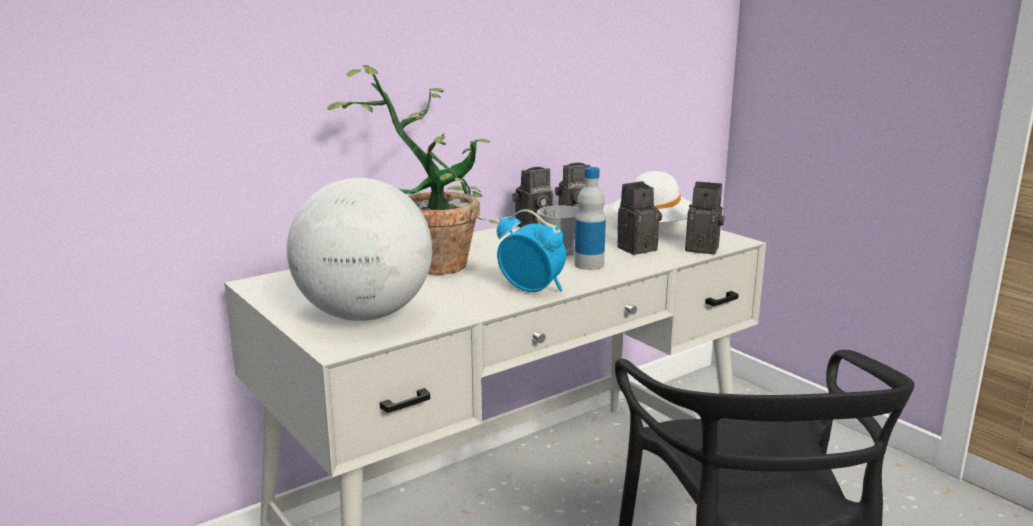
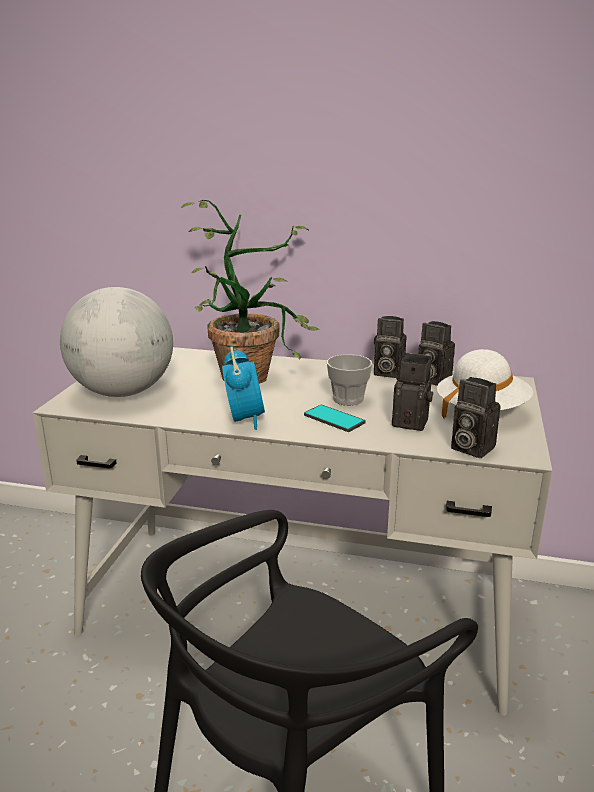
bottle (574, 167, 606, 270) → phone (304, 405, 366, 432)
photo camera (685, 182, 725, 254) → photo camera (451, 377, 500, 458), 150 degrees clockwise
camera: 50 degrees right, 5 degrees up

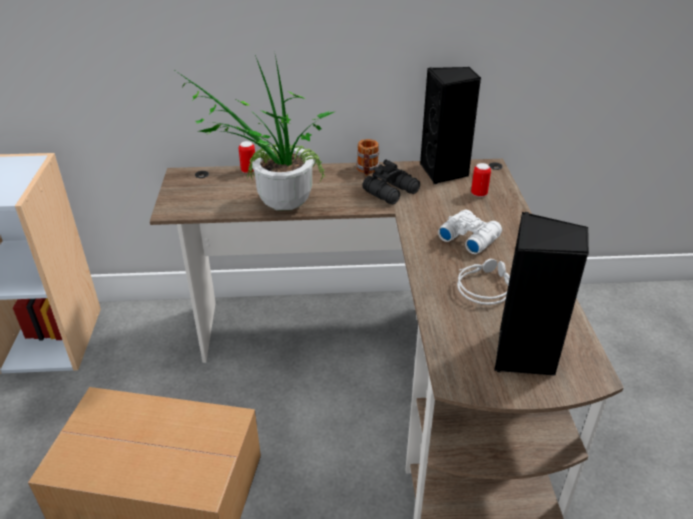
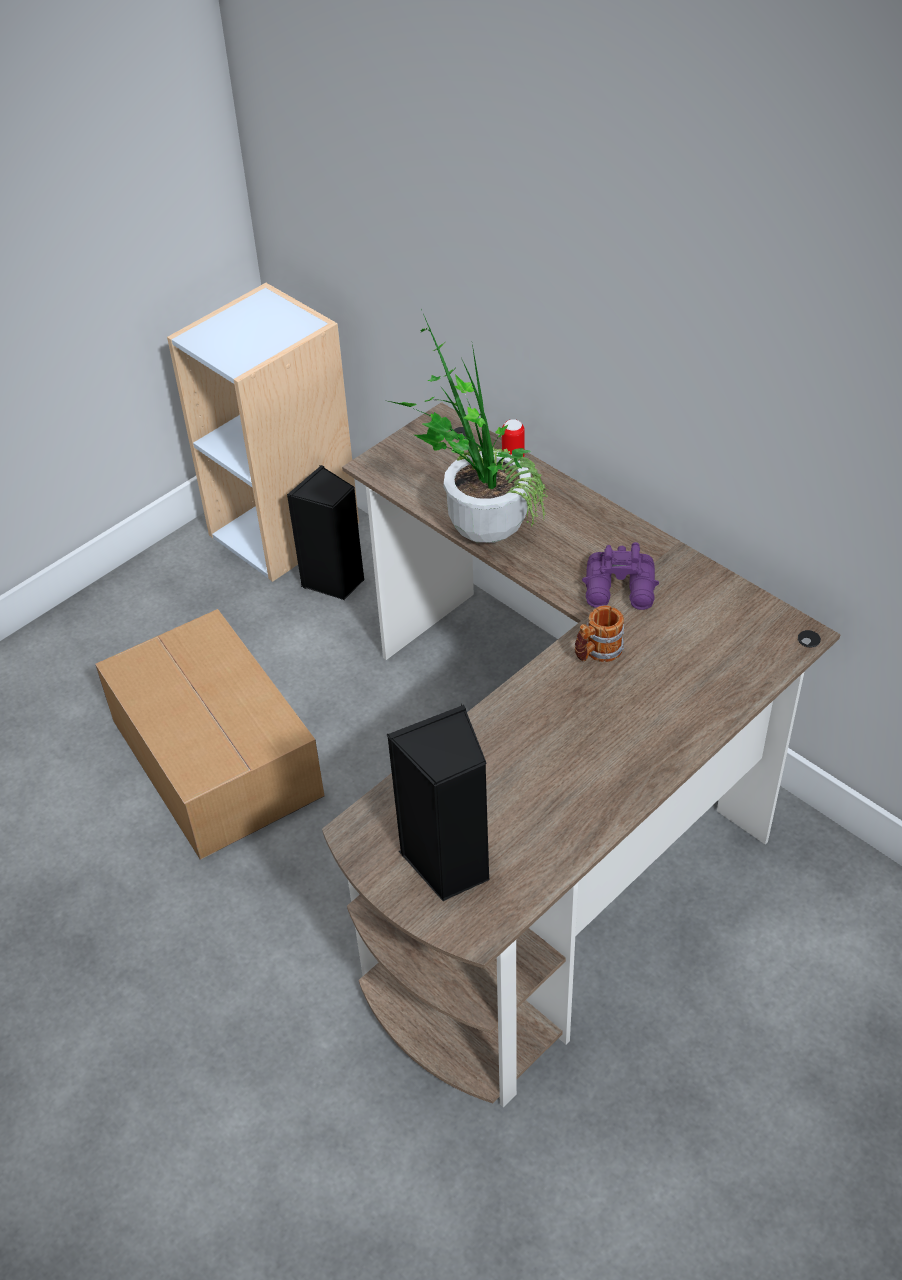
mug (356, 139, 379, 176) → mug (575, 605, 624, 662), relocated
binoculars/black (362, 159, 420, 204) → binoculars/purple (582, 542, 659, 610)
speaker/black (420, 67, 481, 184) → speaker/black (287, 465, 365, 600), relocated
binoculars/white (438, 210, 502, 254) → -
headphones/grey (457, 259, 510, 305) → -
can (471, 163, 491, 197) → -
camera: 50 degrees right, 10 degrees up

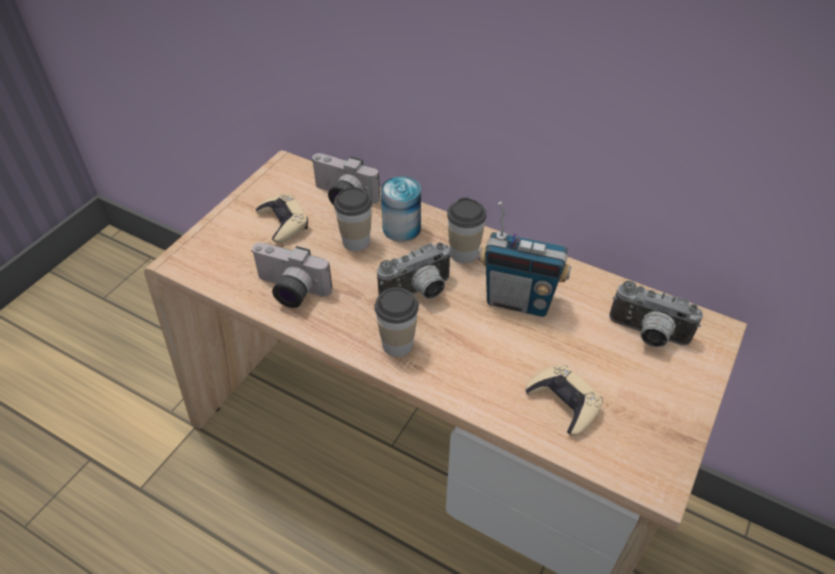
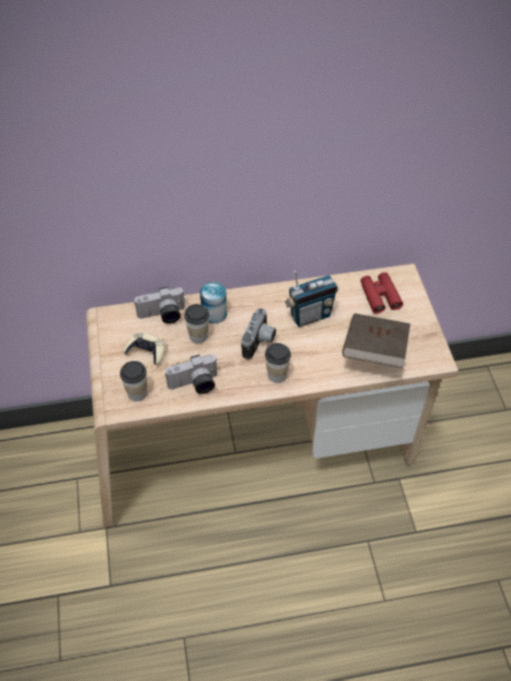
cup (447, 198, 486, 263) → cup (120, 361, 147, 401), relocated
game controller/beige (525, 365, 603, 436) → book/brown (342, 313, 410, 368)
photo camera (609, 281, 703, 348) → binoculars/red (360, 272, 403, 314)
camera: 40 degrees left, 5 degrees up

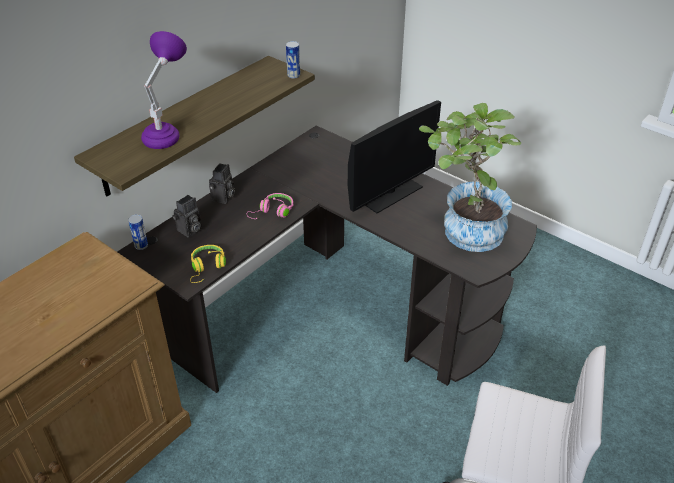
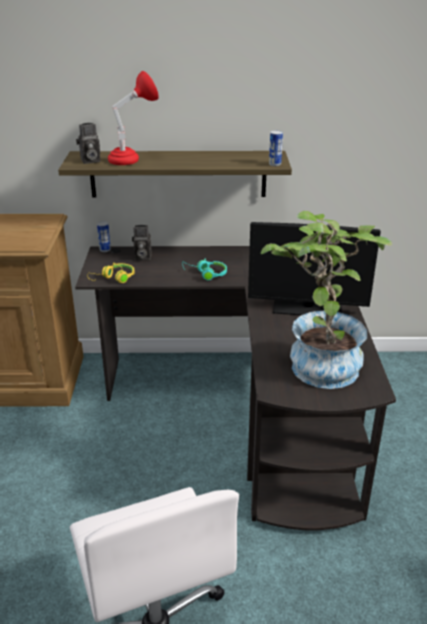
table lamp/purple (141, 31, 187, 149) → table lamp/red (108, 71, 159, 165)
photo camera (209, 163, 235, 204) → photo camera (76, 123, 100, 164), relocated
headphones/pink (247, 193, 293, 219) → headphones/turquoise (182, 258, 227, 281)
camera: 50 degrees right, 10 degrees down

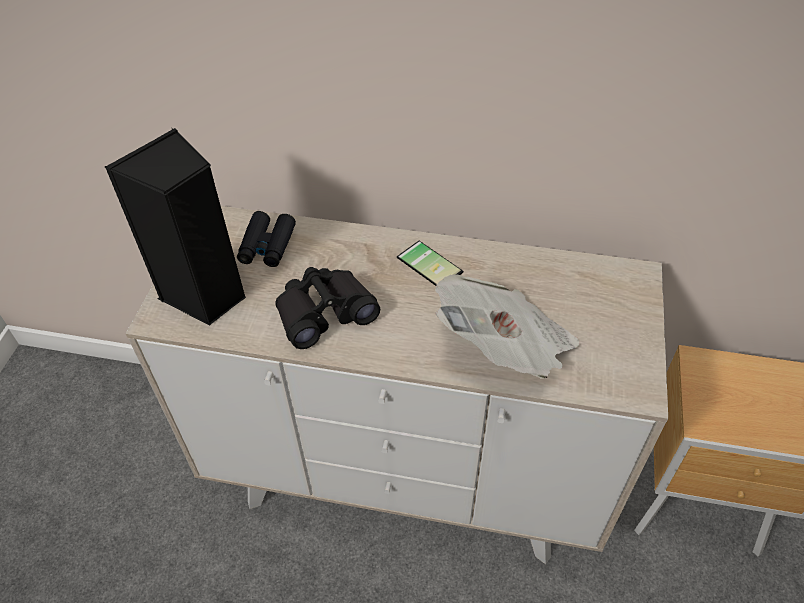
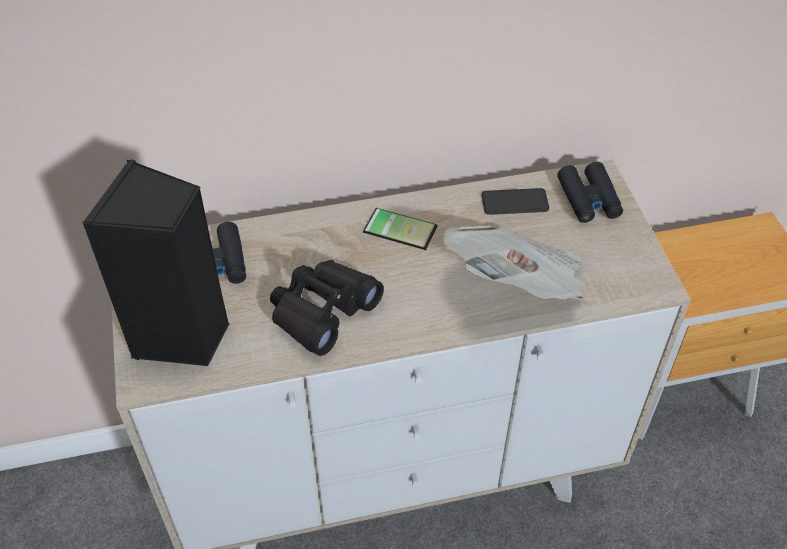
- → phone (481, 188, 549, 215)
- → binoculars/black (557, 162, 623, 223)
camera: 25 degrees left, 0 degrees up

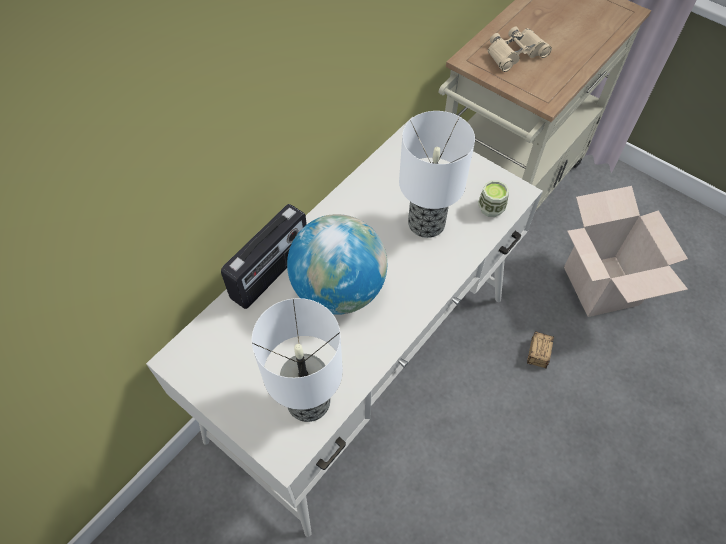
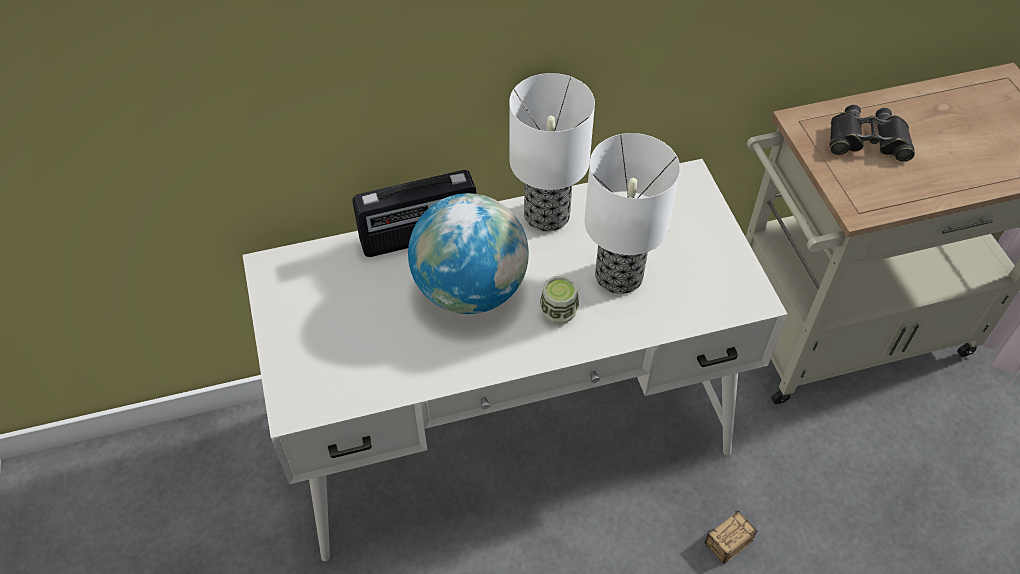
table lamp (252, 298, 343, 422) → table lamp (509, 73, 595, 232), relocated
cup (478, 180, 509, 217) → cup (539, 276, 579, 324), relocated
binoculars/beige (488, 27, 552, 72) → binoculars/black (830, 105, 915, 162)
cardboard box (564, 186, 688, 317) → -
camera: 35 degrees right, 5 degrees down

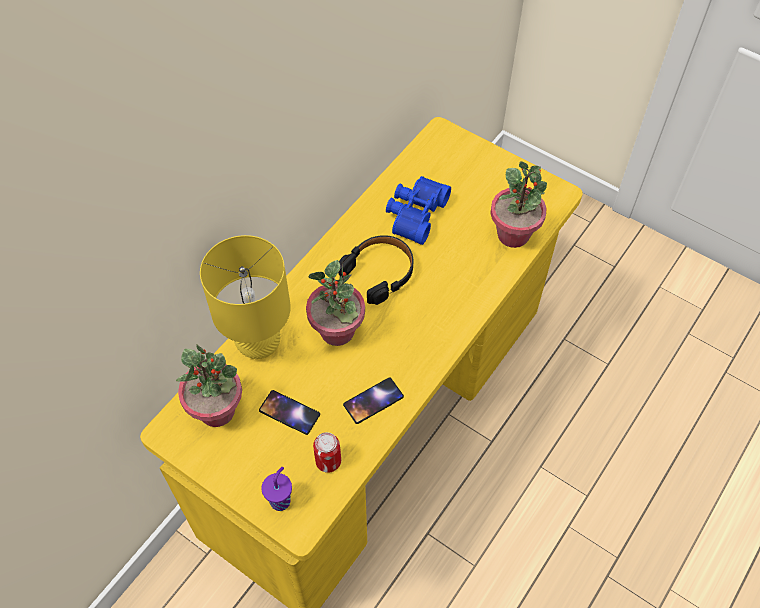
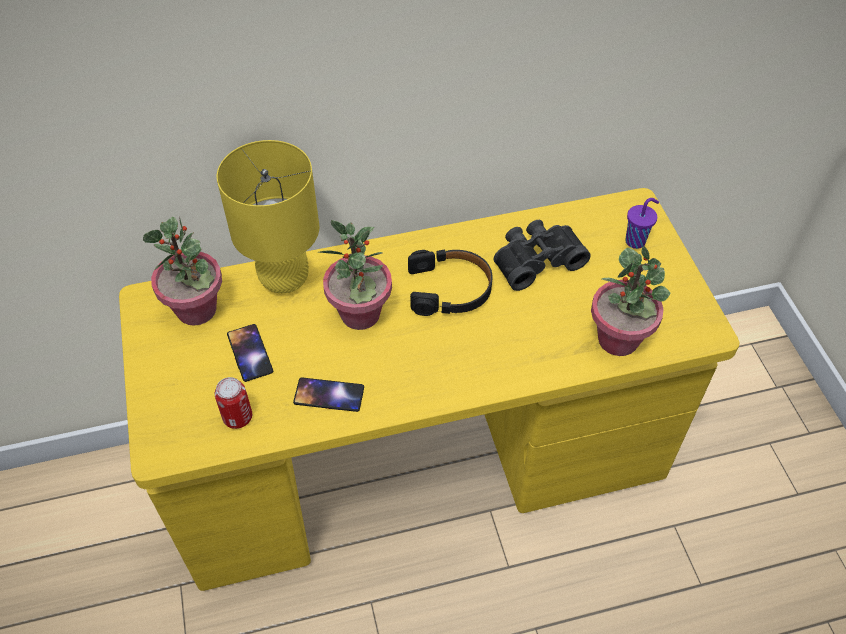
cup/purple (262, 467, 292, 511) → cup/purple (625, 198, 659, 249), relocated
binoculars/blue (386, 176, 451, 245) → binoculars/black (494, 220, 591, 291)
camera: 40 degrees right, 5 degrees down

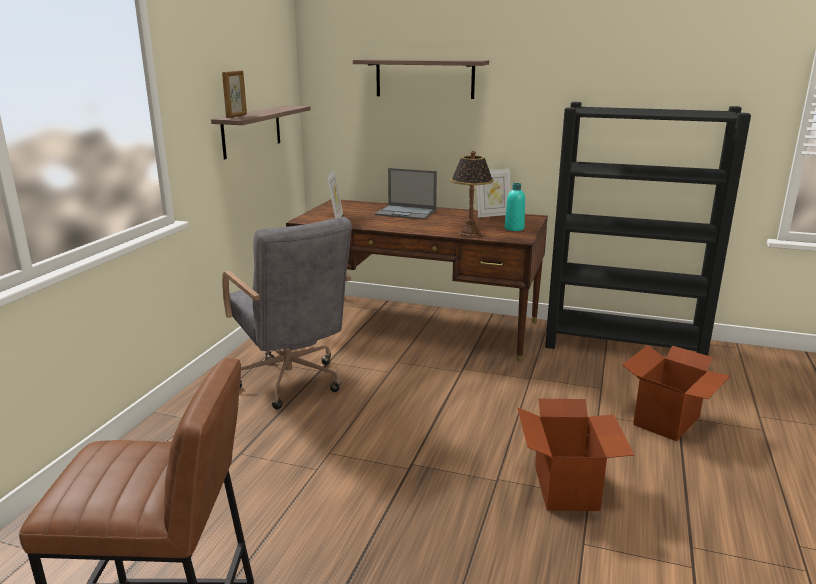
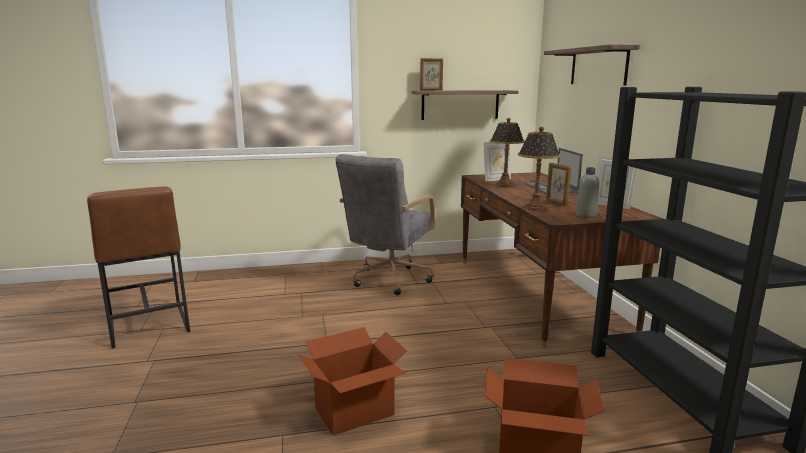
bottle/turquoise (505, 183, 525, 231) → bottle/grey (576, 167, 599, 218)
- → table lamp (490, 118, 525, 187)
- → picture frame (546, 163, 572, 206)
camera: 60 degrees right, 5 degrees down

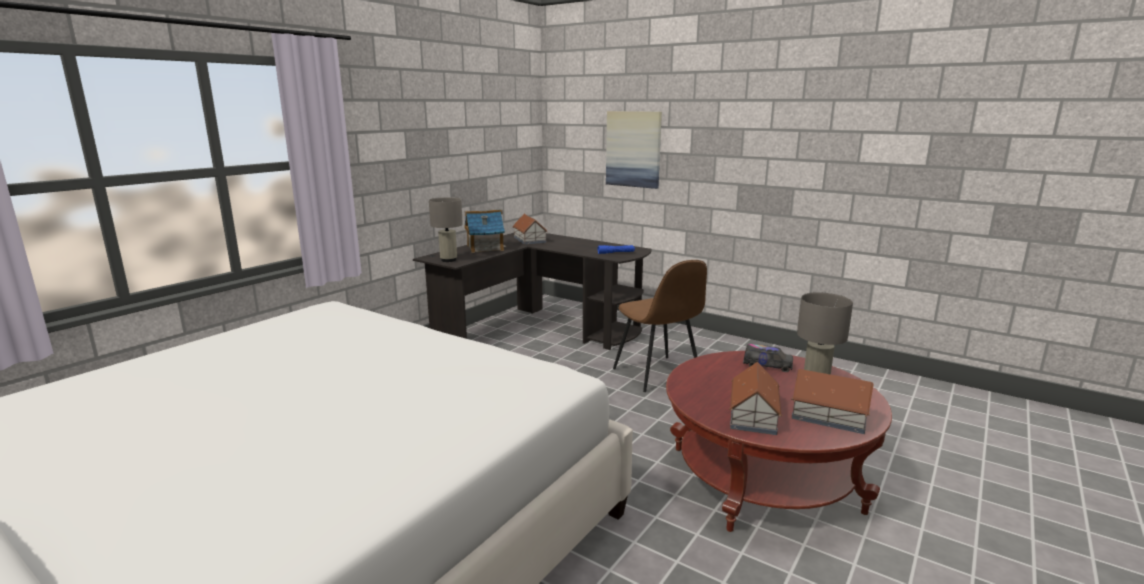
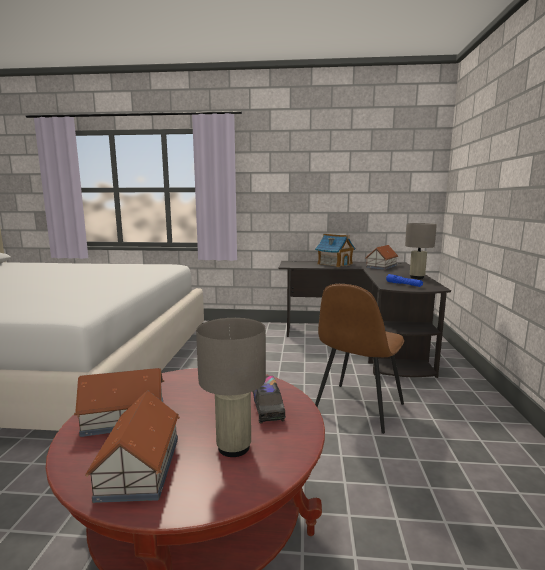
table lamp/grey (429, 197, 463, 262) → table lamp/grey (405, 223, 437, 279), relocated
picture (606, 111, 662, 189) → -
camera: 60 degrees right, 5 degrees down

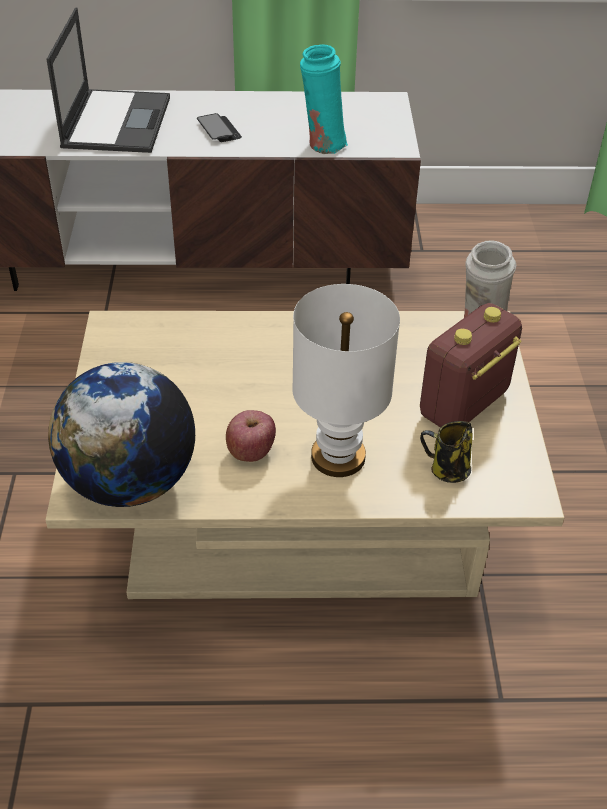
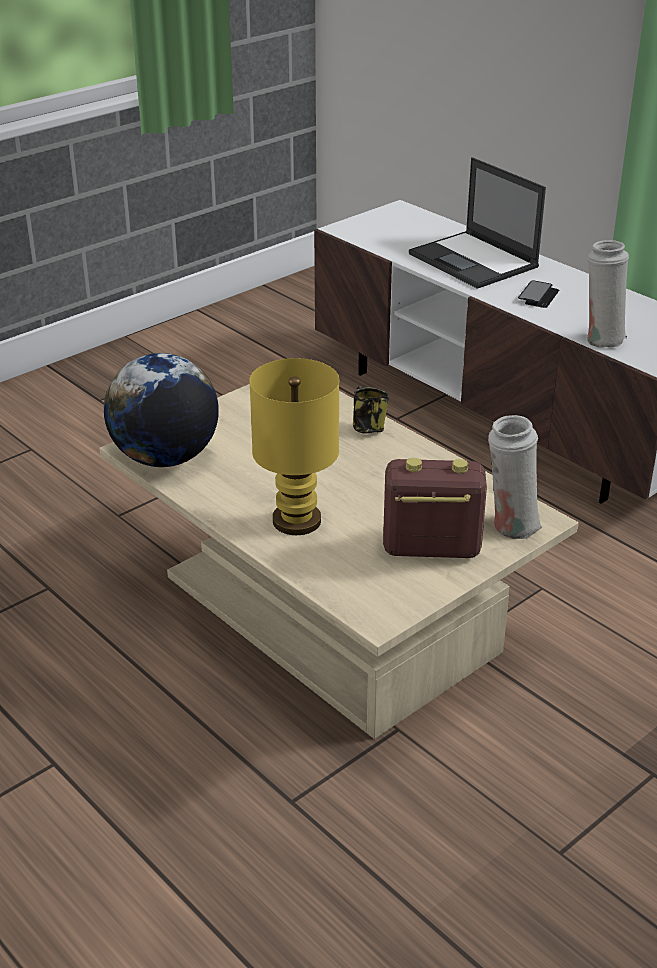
laptop (46, 7, 170, 153) → laptop (409, 157, 546, 289), 90 degrees clockwise
apple (226, 410, 276, 462) → -
table lamp/white (292, 284, 400, 477) → table lamp/yellow (249, 358, 340, 535)
vase/turquoise (300, 45, 348, 154) → vase/white (587, 240, 629, 348)
mug (420, 421, 472, 483) → mug (353, 386, 389, 434), relocated
camera: 50 degrees right, 10 degrees down

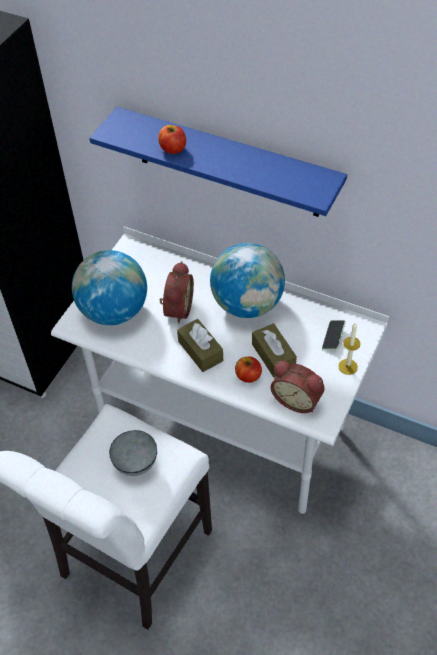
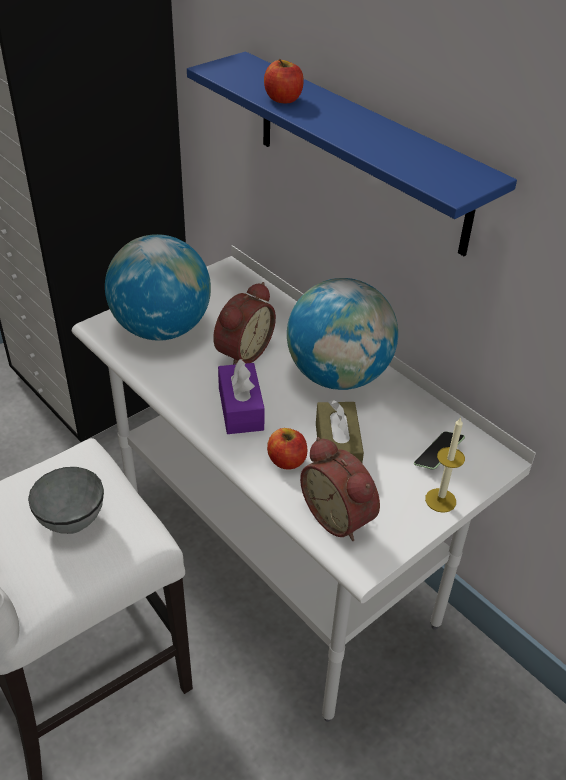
tissue box/brown (177, 319, 223, 372) → tissue box/purple (218, 359, 265, 434)
camera: 20 degrees right, 10 degrees down

